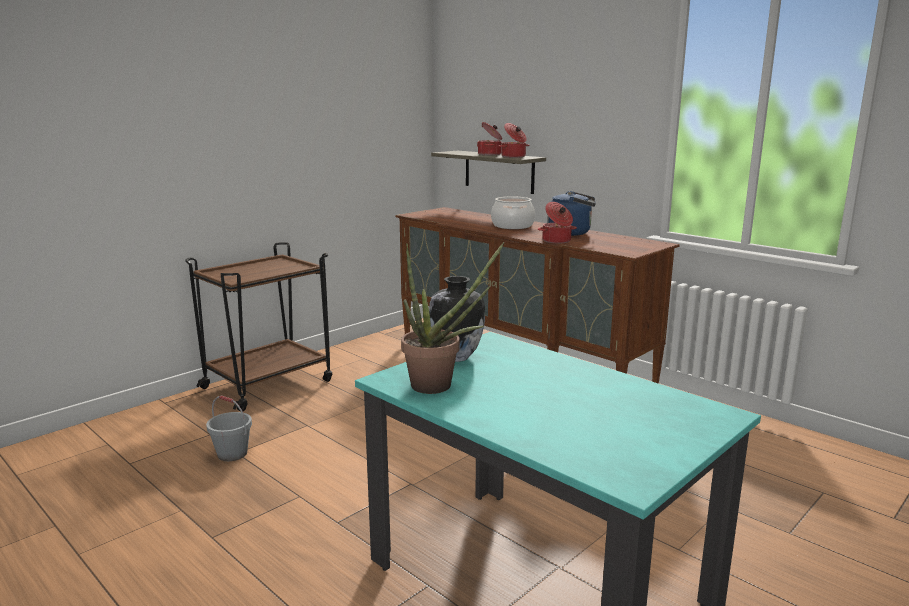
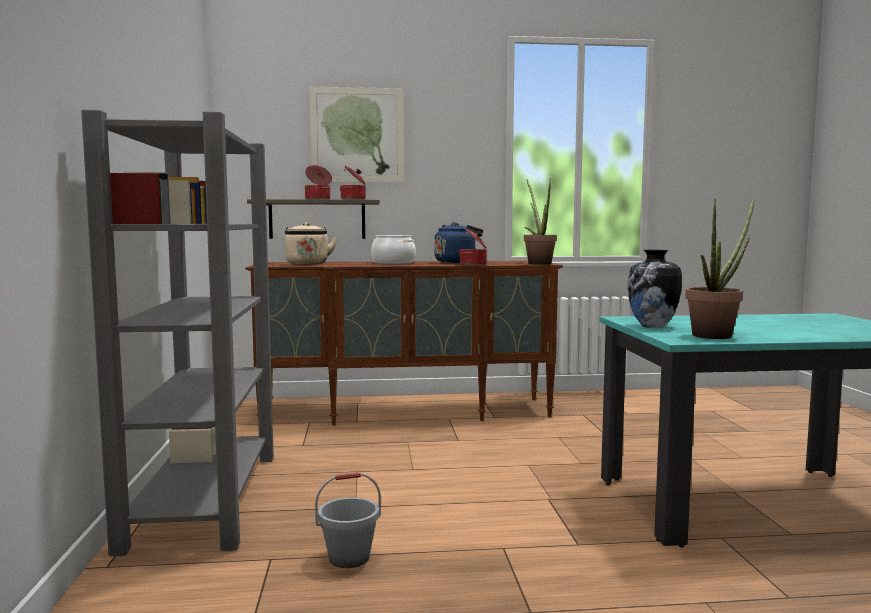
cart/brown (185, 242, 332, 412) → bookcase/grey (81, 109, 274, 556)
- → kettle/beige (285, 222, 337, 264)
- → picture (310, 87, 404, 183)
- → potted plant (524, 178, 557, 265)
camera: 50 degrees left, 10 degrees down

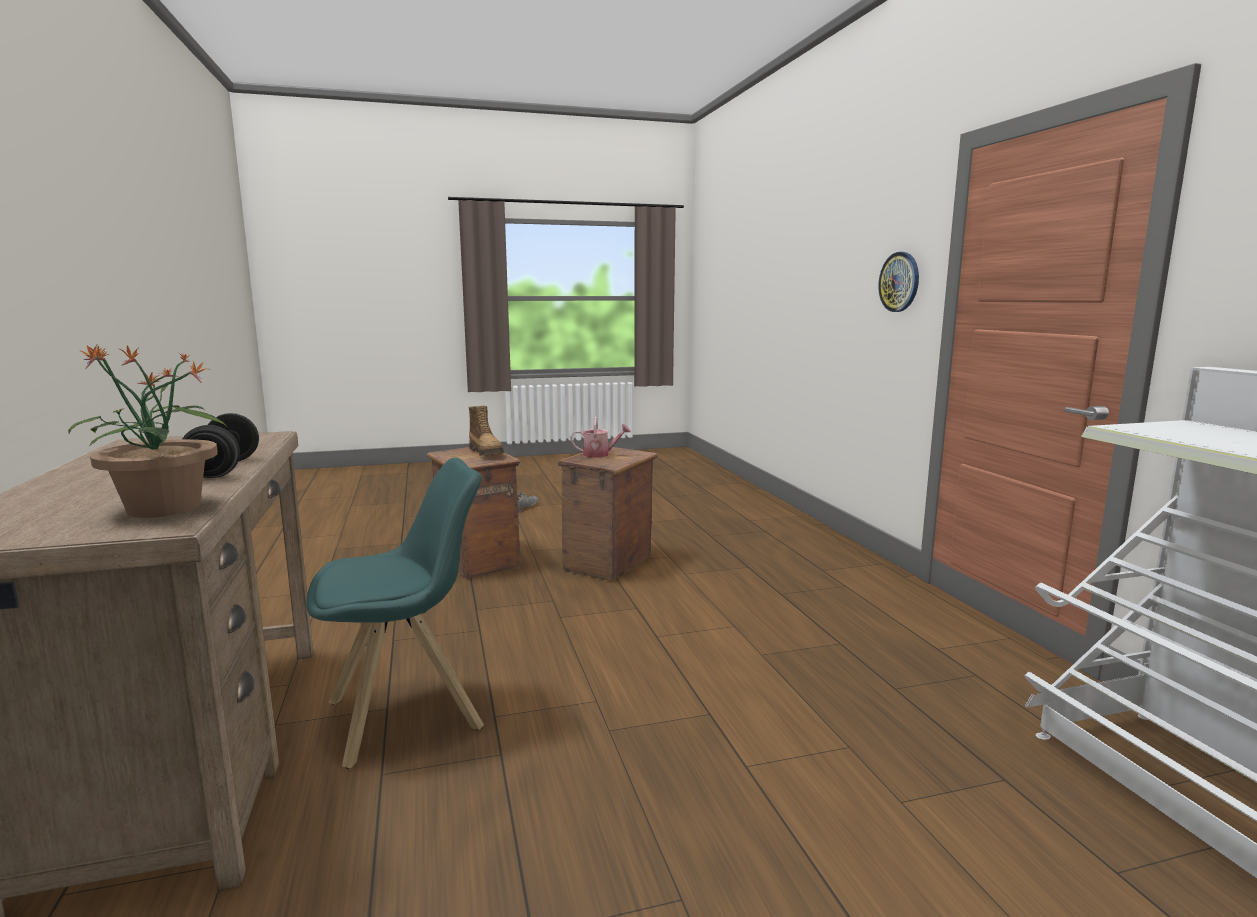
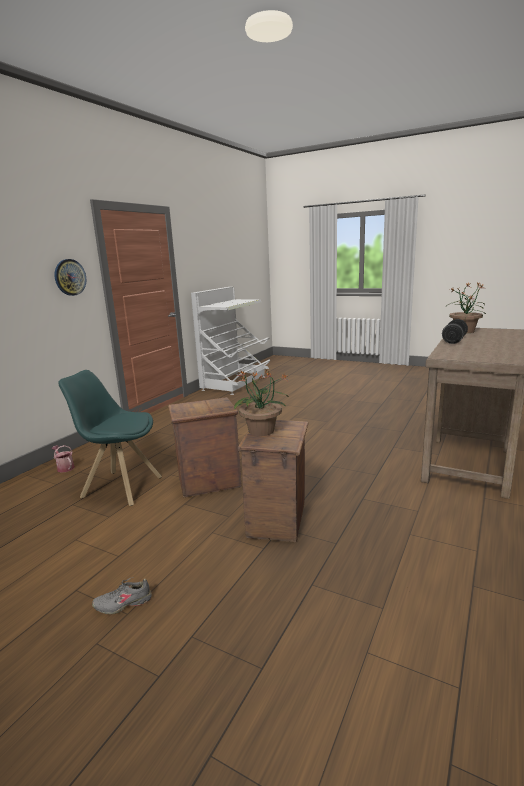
chair/turquoise (306, 457, 484, 769) → chair/turquoise (58, 370, 162, 506), relocated
boot (469, 406, 504, 456) → potted plant (234, 369, 289, 436)
watering can (570, 417, 631, 458) → watering can (51, 445, 75, 473), relocated
camera: 135 degrees left, 5 degrees up

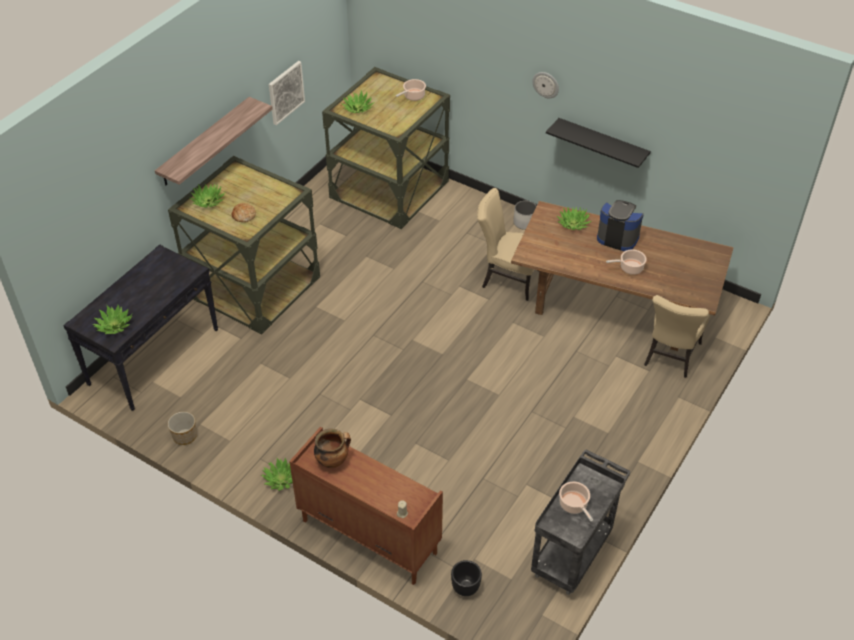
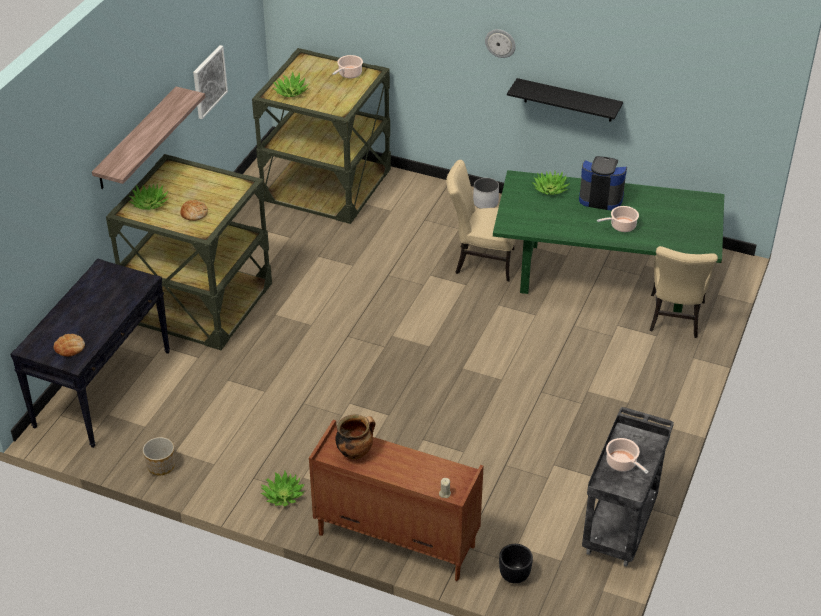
potted plant (92, 305, 132, 334) → bread (54, 334, 85, 357)
dining table/brown (511, 201, 734, 351) → dining table/green (493, 170, 724, 313)
camera: 10 degrees left, 5 degrees down

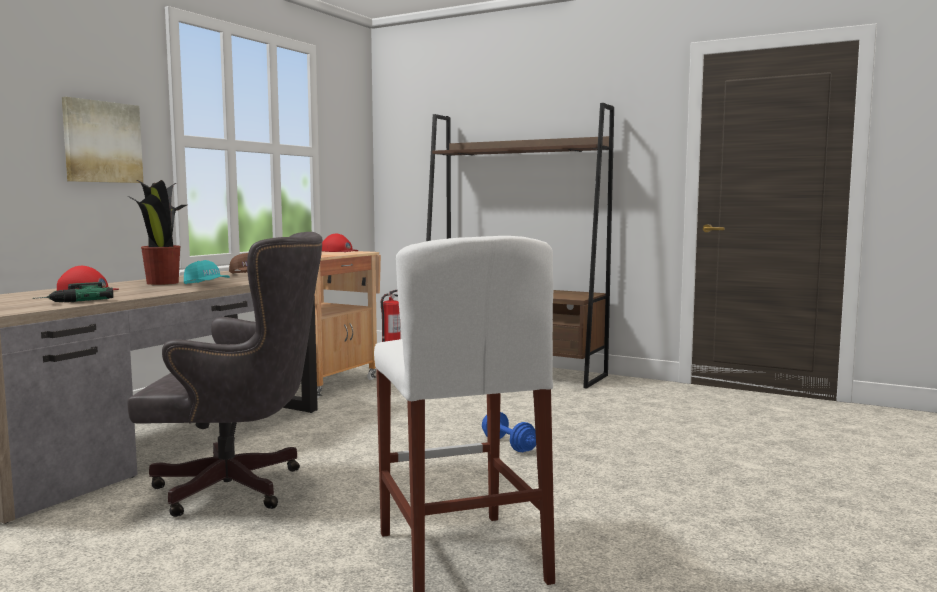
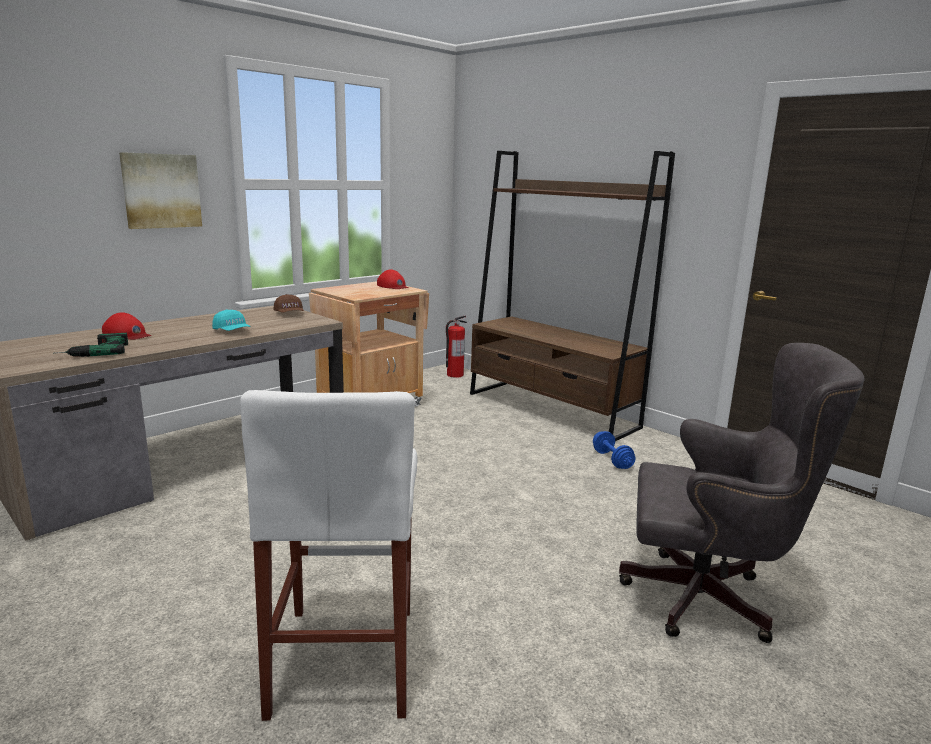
potted plant (127, 180, 187, 285) → -
office chair/grey (127, 232, 323, 517) → office chair/grey (619, 343, 865, 643), relocated
dumbbell/blue (482, 412, 536, 452) → dumbbell/blue (593, 431, 635, 469), relocated
camera: 15 degrees right, 10 degrees up

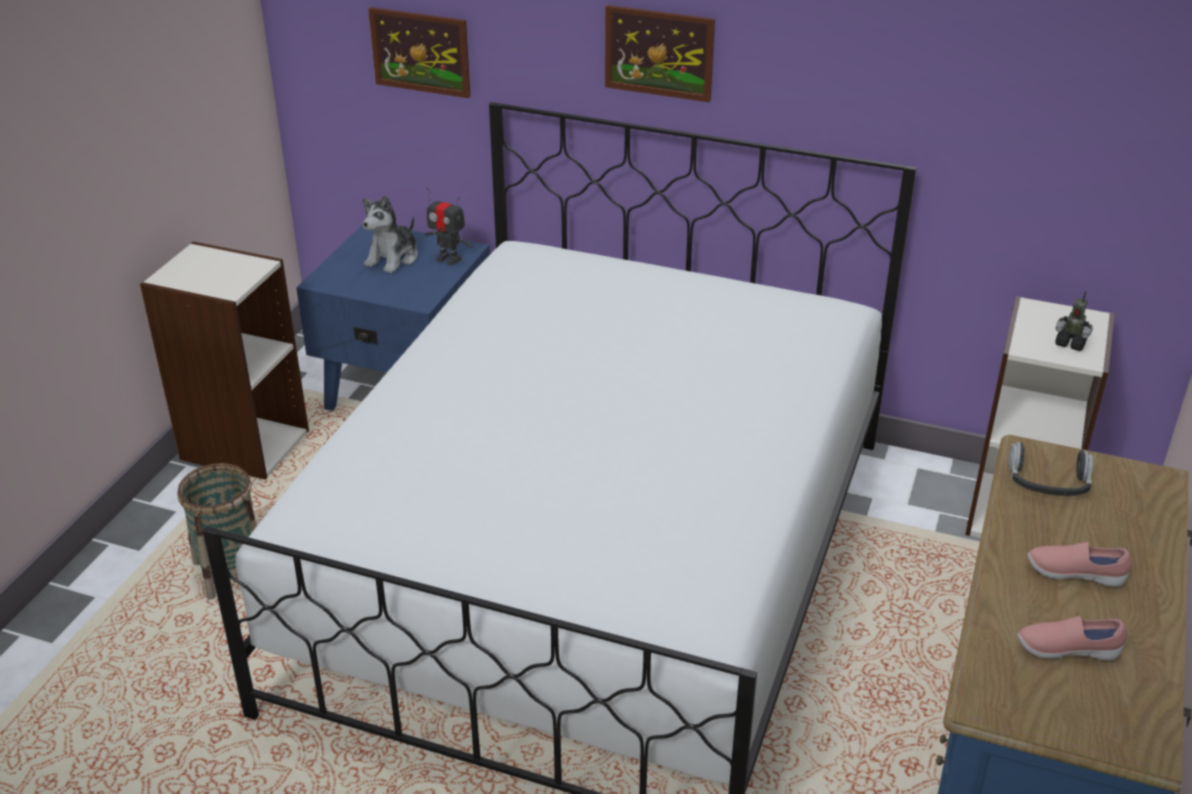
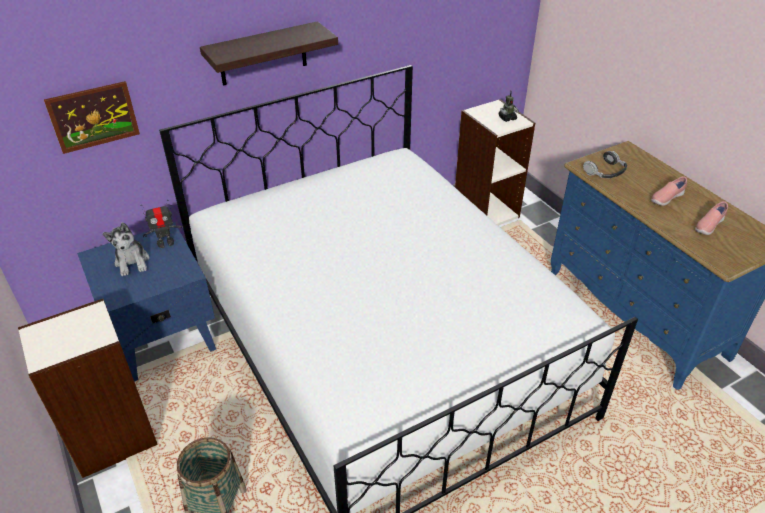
picture (605, 5, 715, 102) → shelf (200, 21, 338, 86)
camera: 50 degrees left, 5 degrees up

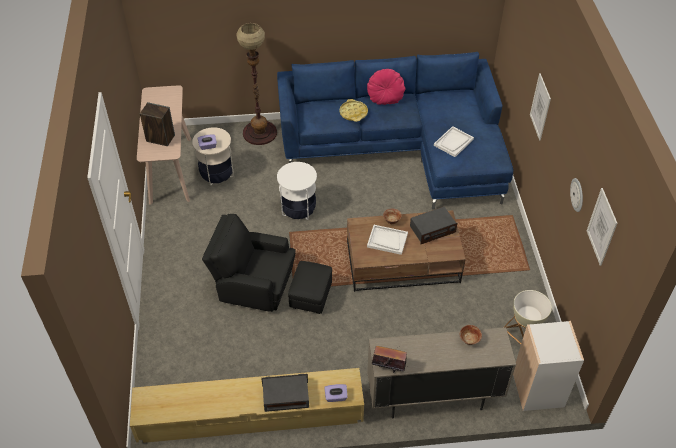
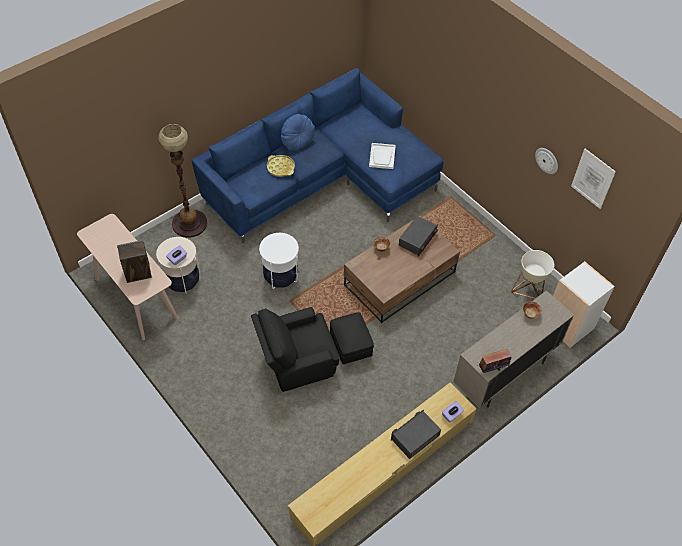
pillow/pink (367, 69, 405, 105) → pillow/blue (281, 114, 315, 151)
tray/white (367, 225, 408, 255) → -
picture (530, 73, 551, 140) → -
camera: 35 degrees left, 5 degrees up

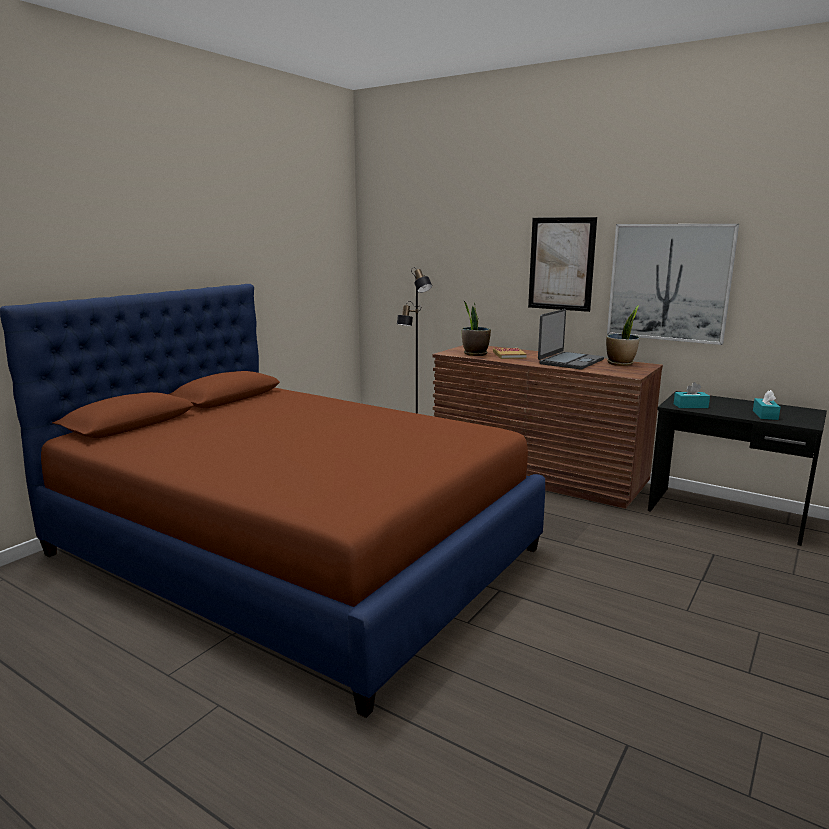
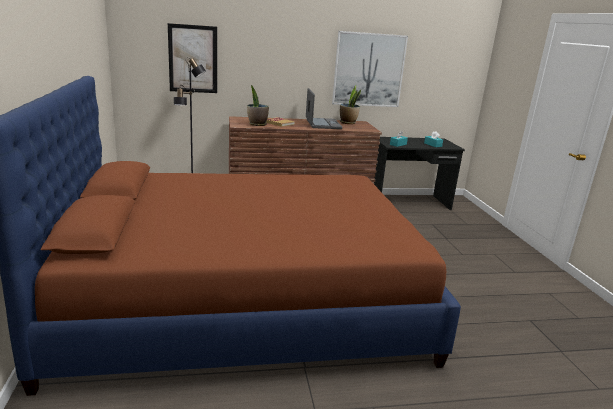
picture (528, 217, 597, 312) → picture (168, 23, 217, 93), relocated
camera: 45 degrees left, 5 degrees up

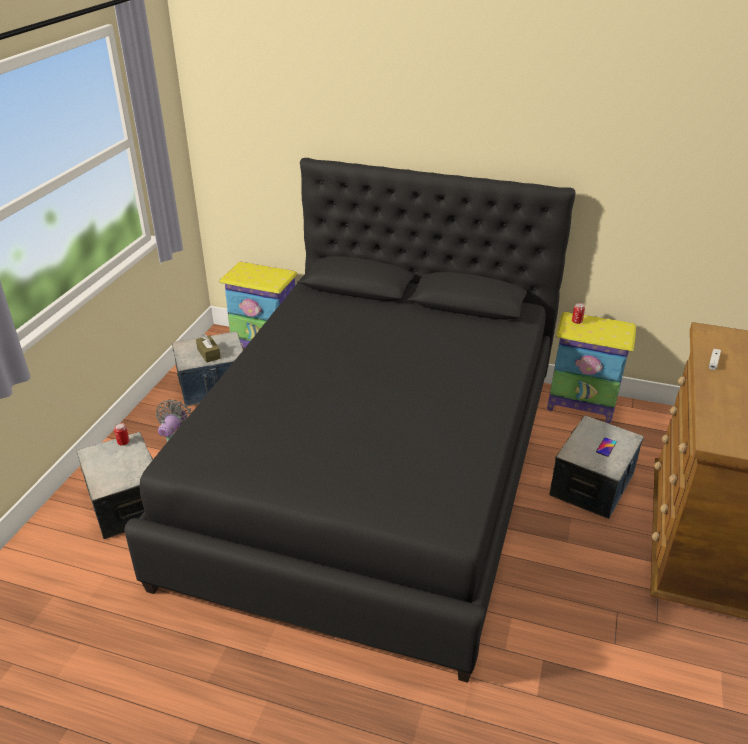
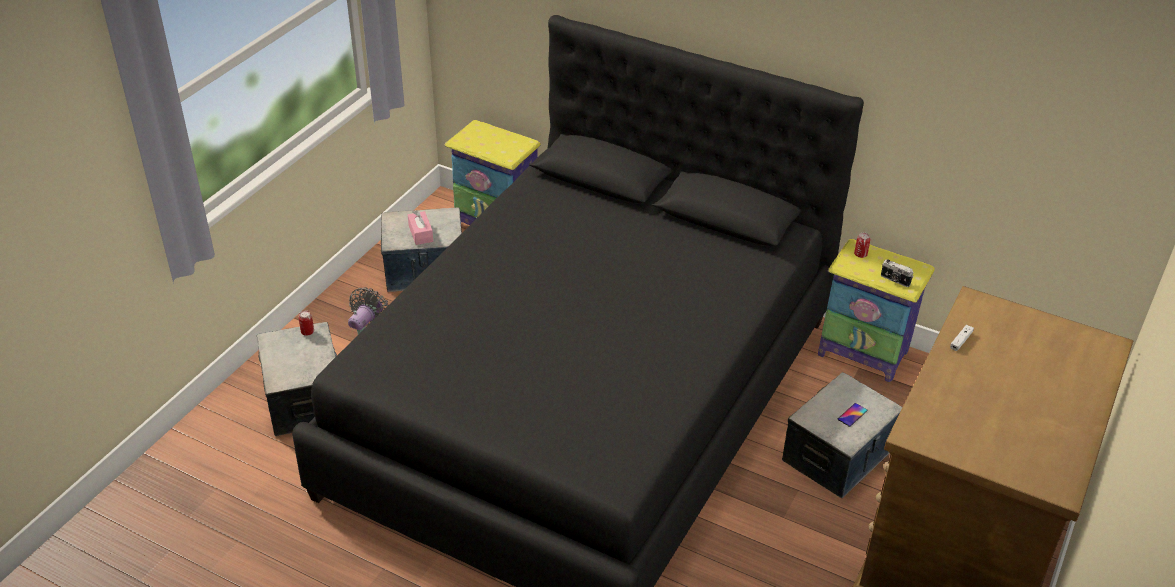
tissue box/brown (196, 334, 221, 363) → tissue box/pink (408, 210, 433, 245)
- → photo camera (881, 259, 913, 287)
camera: 10 degrees right, 5 degrees up

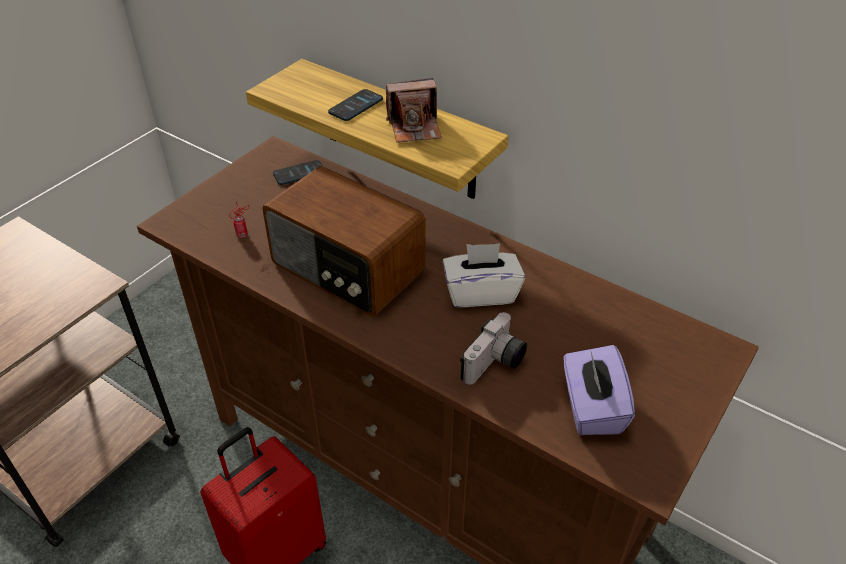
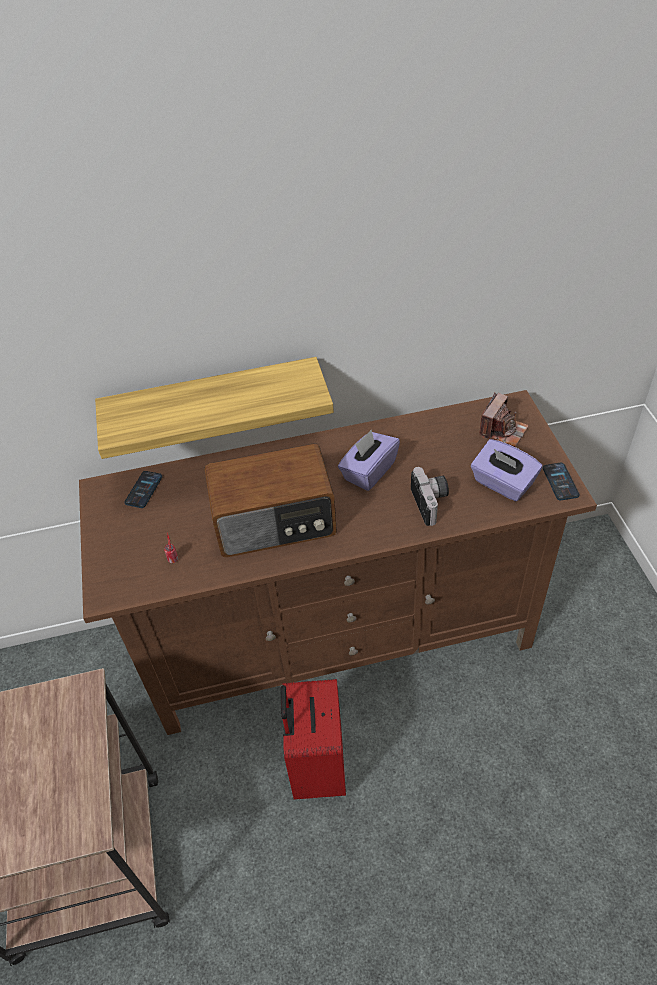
phone (328, 89, 383, 121) → phone (543, 463, 579, 500), relocated
photo camera (386, 78, 442, 143) → photo camera (479, 393, 529, 447), relocated
tissue box/white (443, 243, 525, 307) → tissue box/purple (338, 430, 400, 491)
camera: 45 degrees left, 5 degrees up

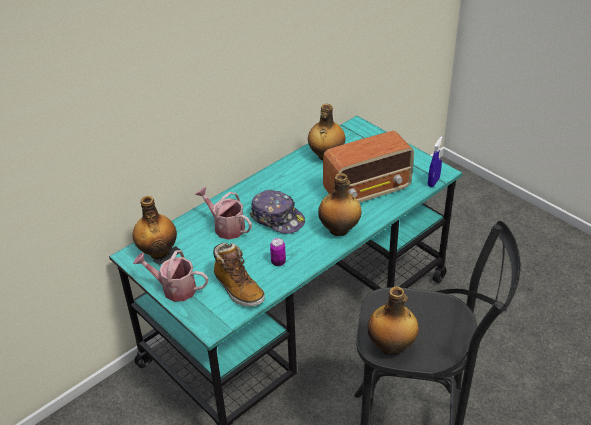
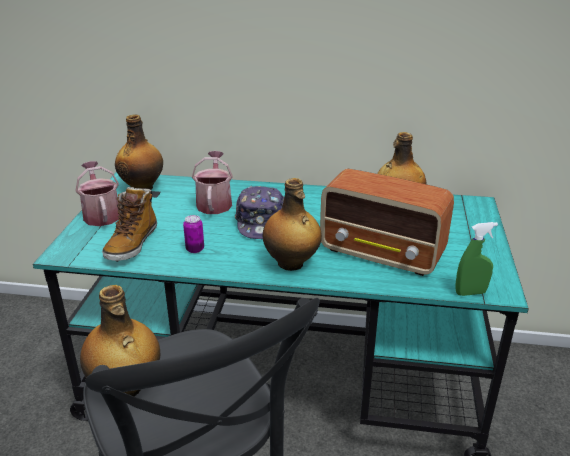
spray bottle/blue (428, 136, 443, 187) → spray bottle/green (455, 222, 498, 296)
camera: 50 degrees right, 10 degrees down

